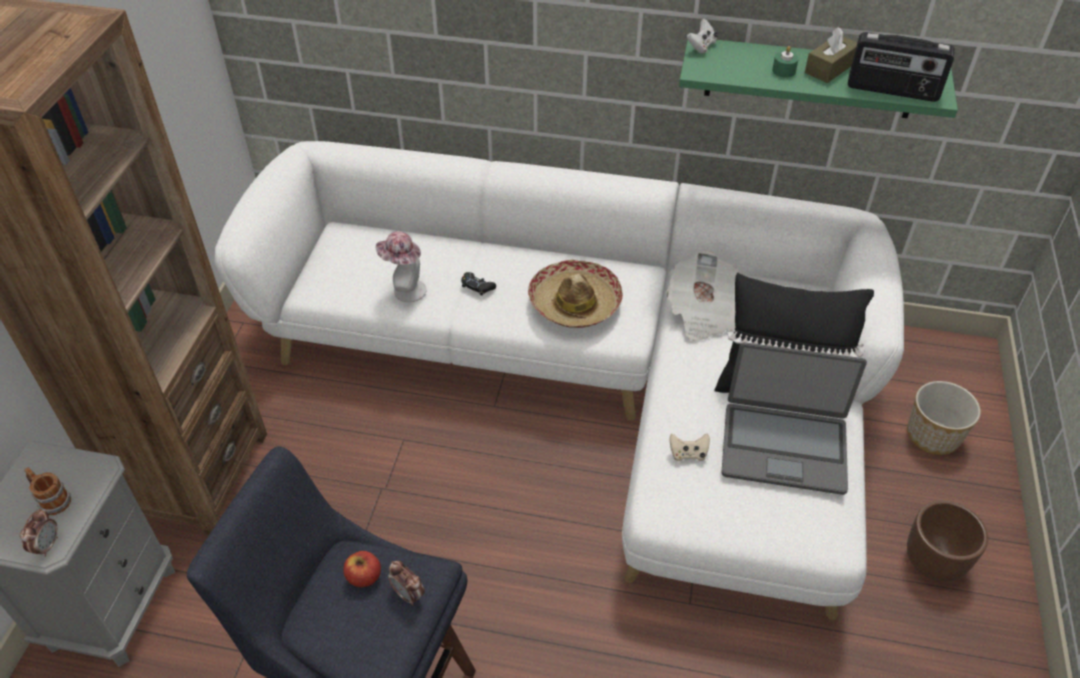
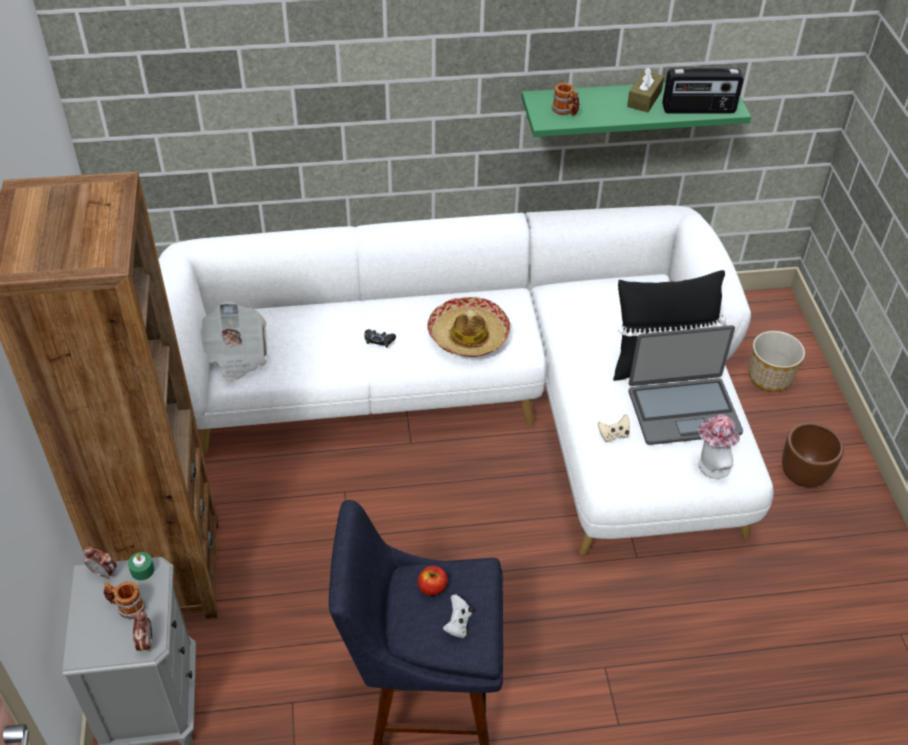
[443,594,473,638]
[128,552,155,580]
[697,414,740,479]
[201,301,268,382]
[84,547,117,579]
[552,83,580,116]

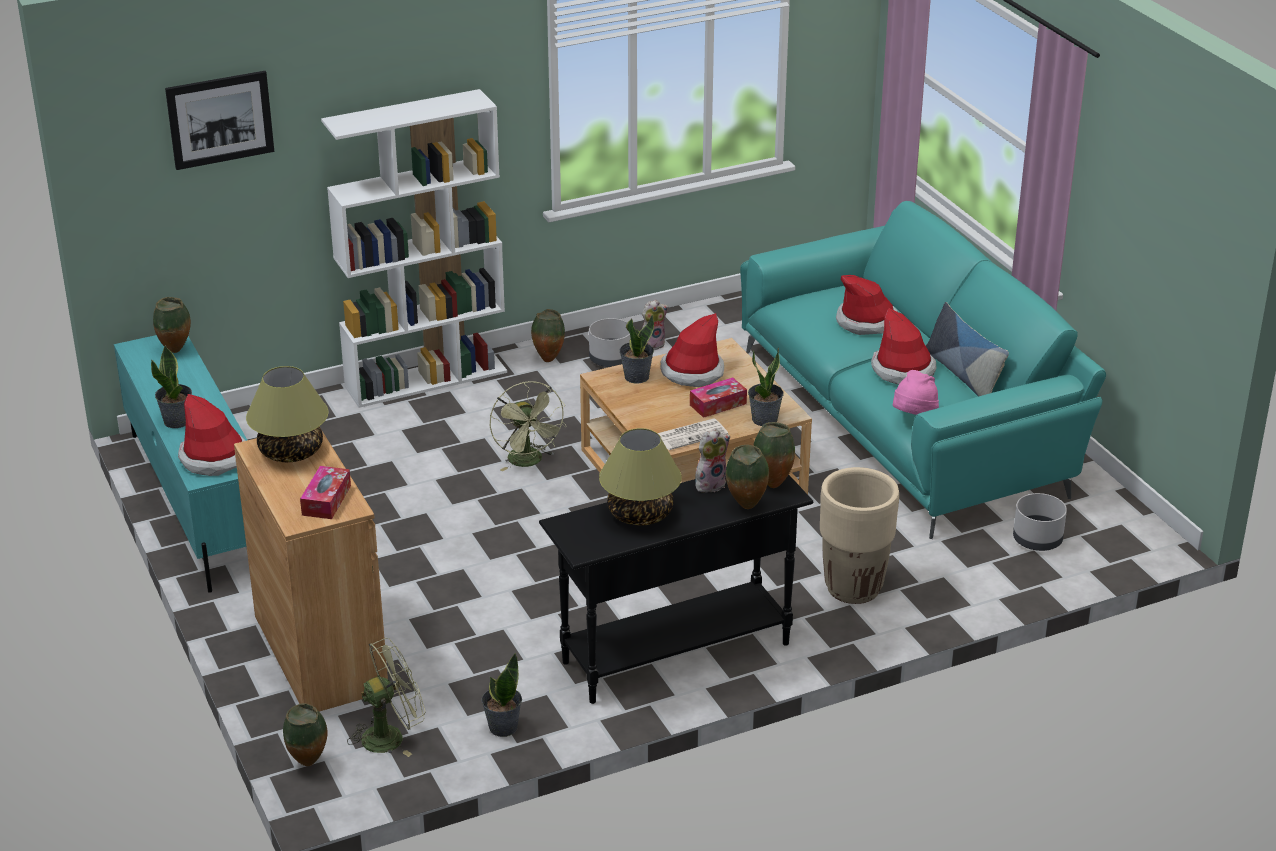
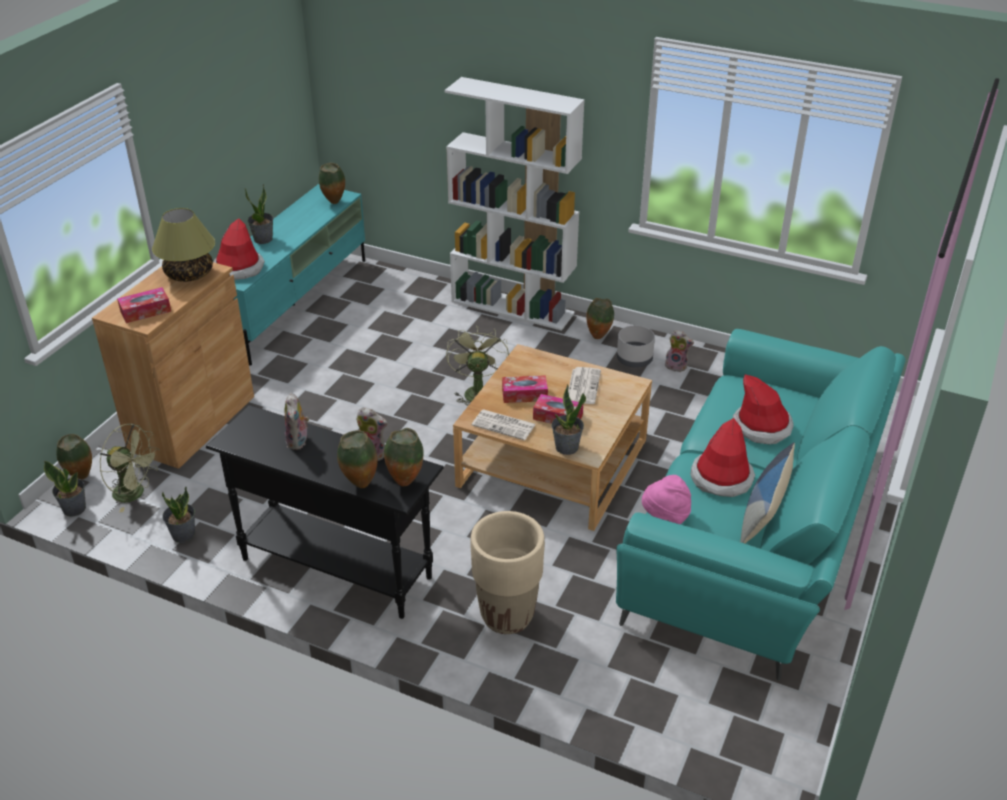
[165,71,274,170] (first image)
[568,367,601,404]
[44,461,86,517]
[446,325,509,406]
[285,393,309,450]
[1013,493,1067,551] (first image)
[502,375,548,403]

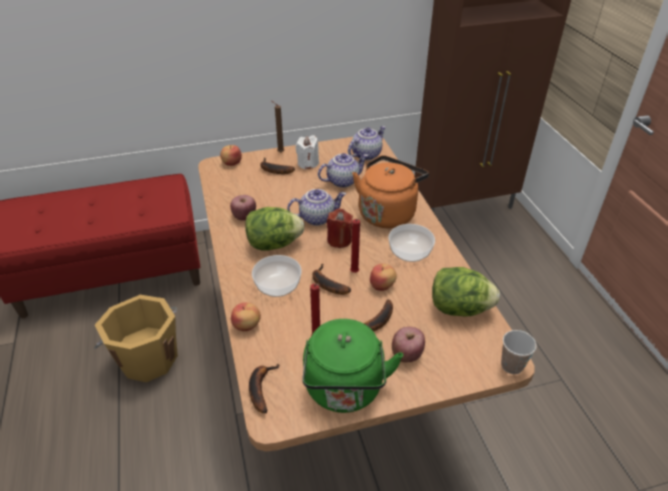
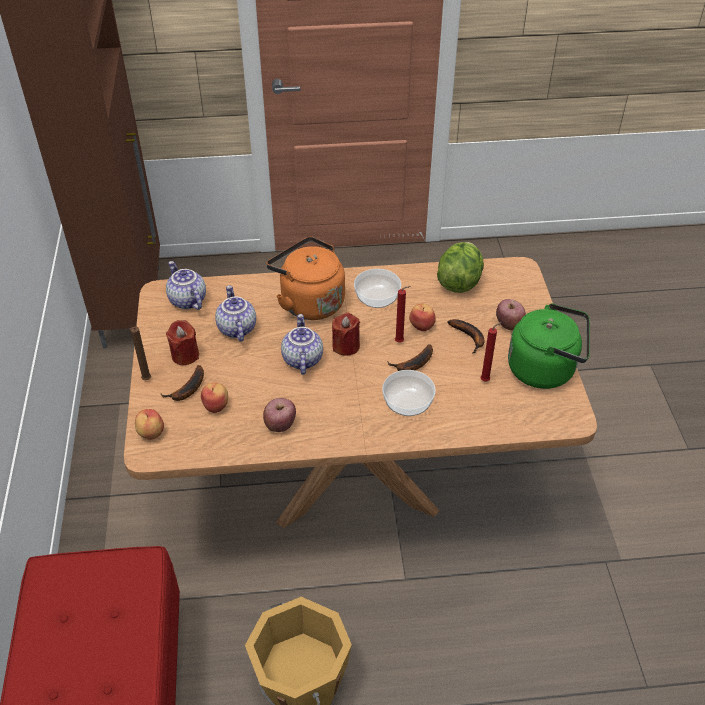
[166,320,199,365]
[245,207,304,251] (first image)
[201,382,228,413]
[501,330,537,374] (first image)
[249,364,280,413] (first image)

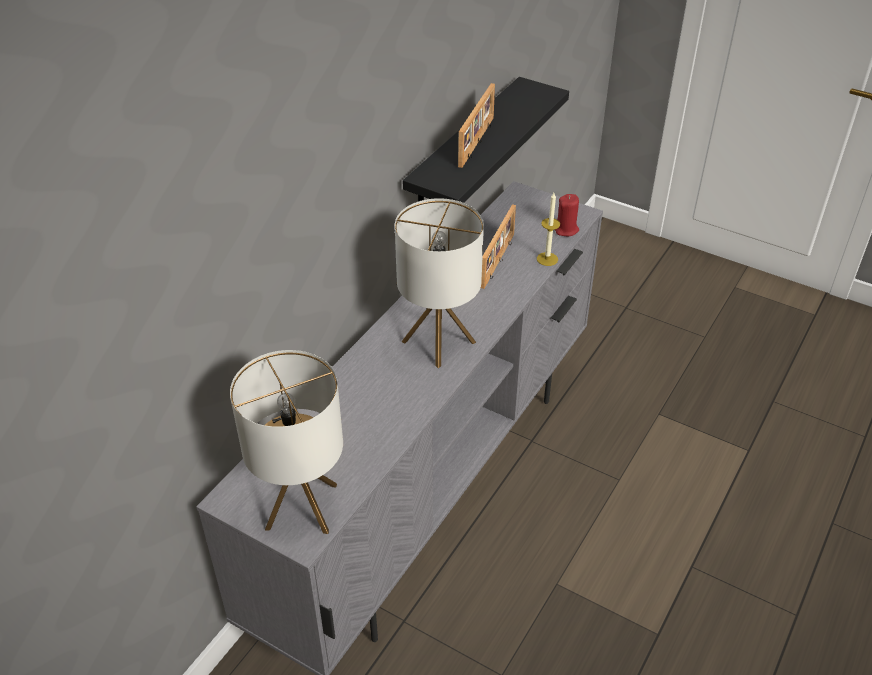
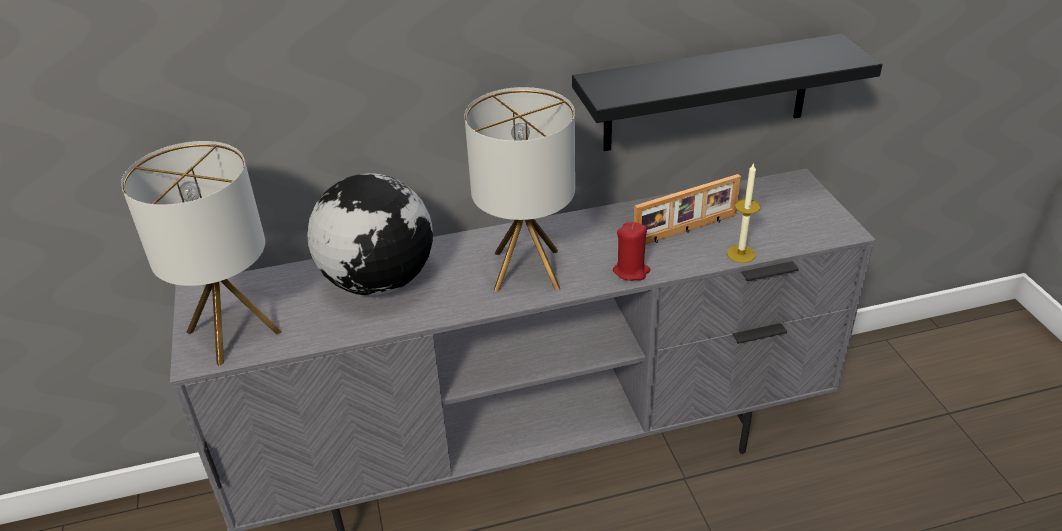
[458,83,495,168] (first image)
[613,222,650,281]
[307,173,433,295]

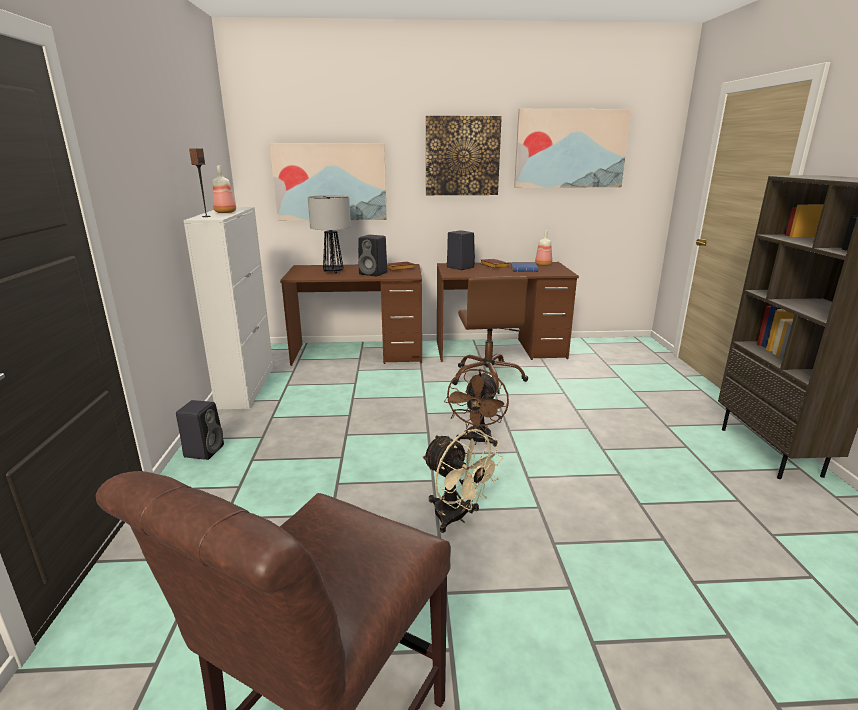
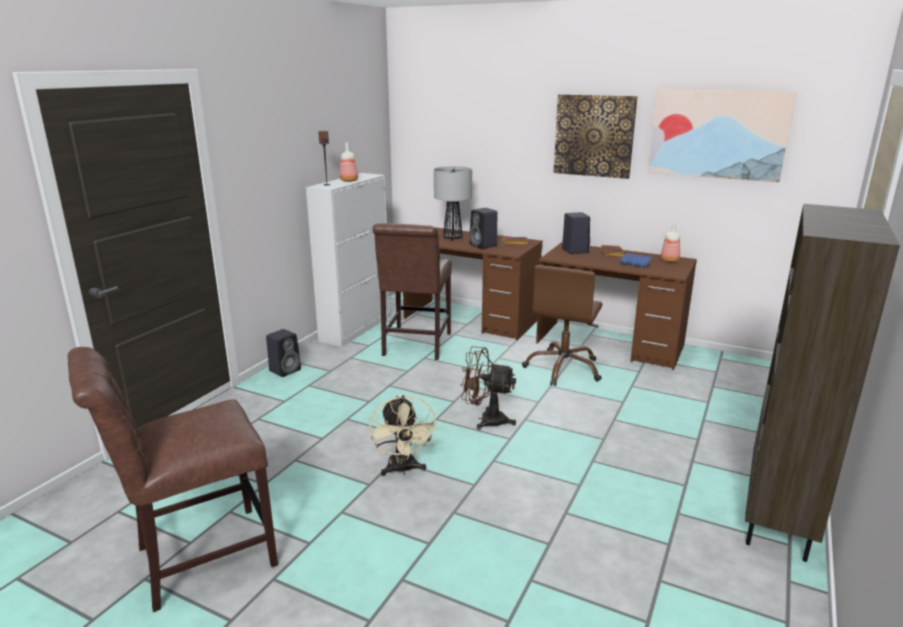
[269,143,387,221] (first image)
[461,346,516,430]
[372,223,452,360]

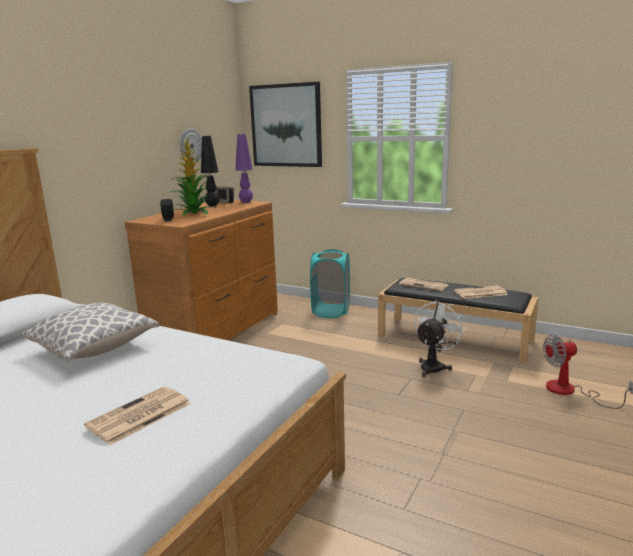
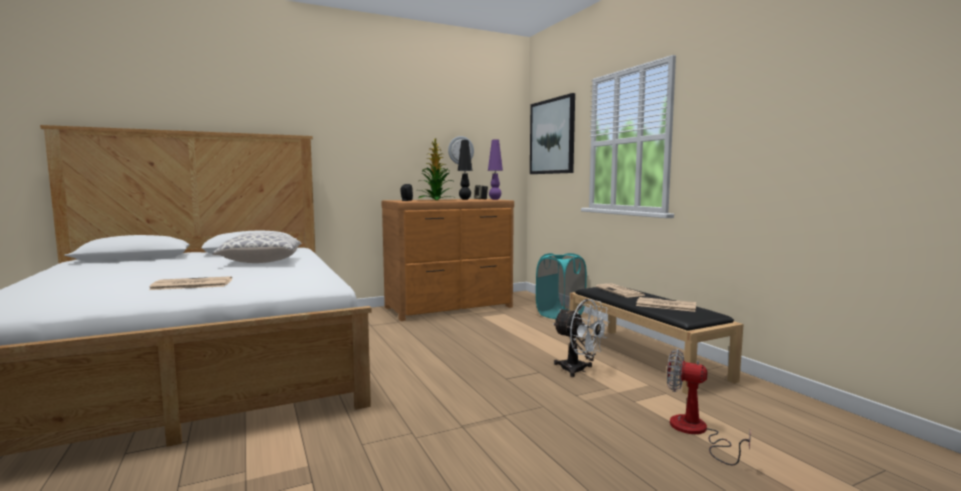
[553,299,609,377]

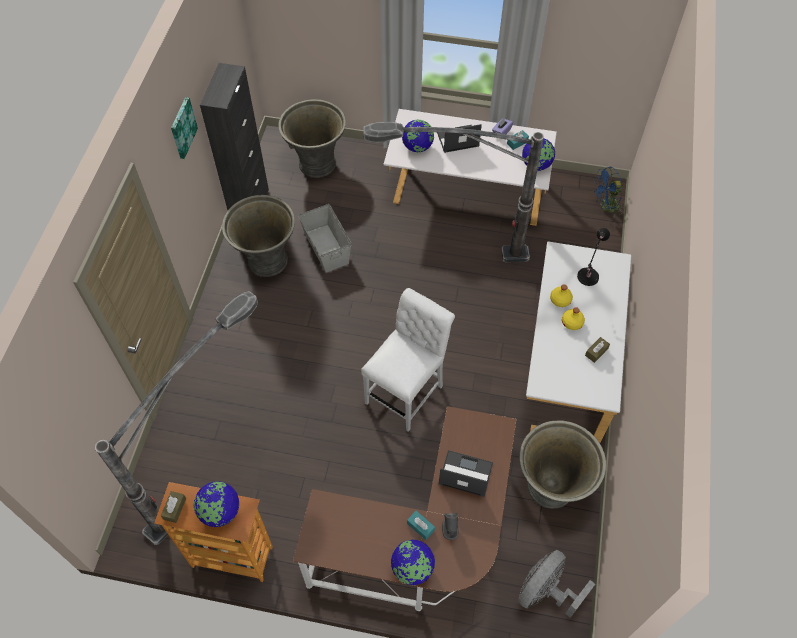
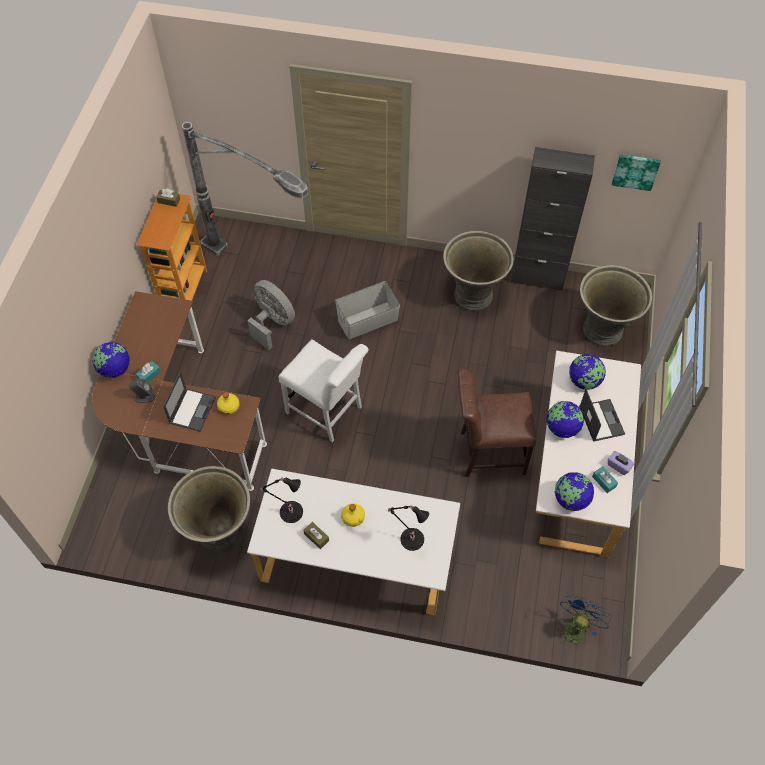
[612,154,661,191]
[458,369,536,477]
[556,593,612,646]
[335,281,400,340]
[217,392,240,414]
[546,401,584,438]
[247,280,295,350]
[260,478,303,523]

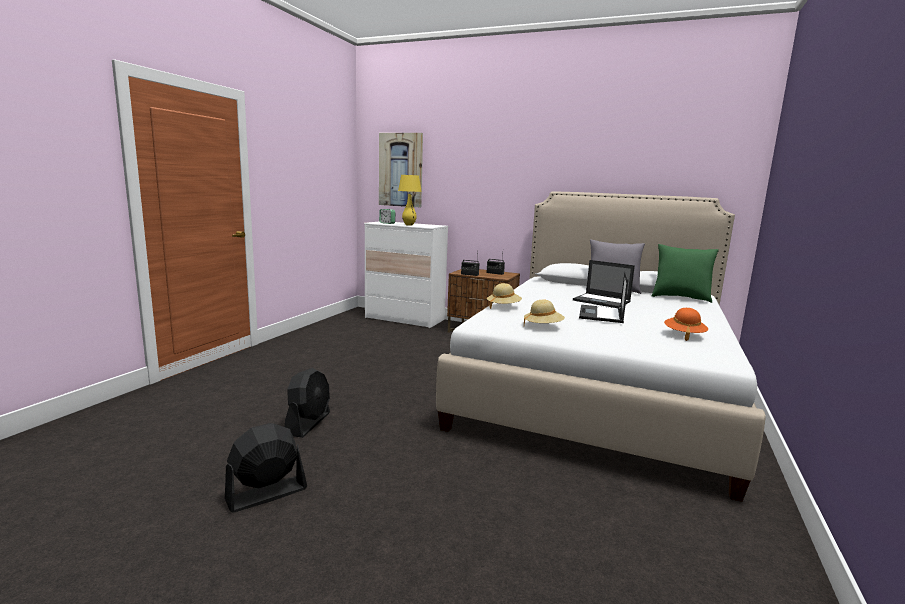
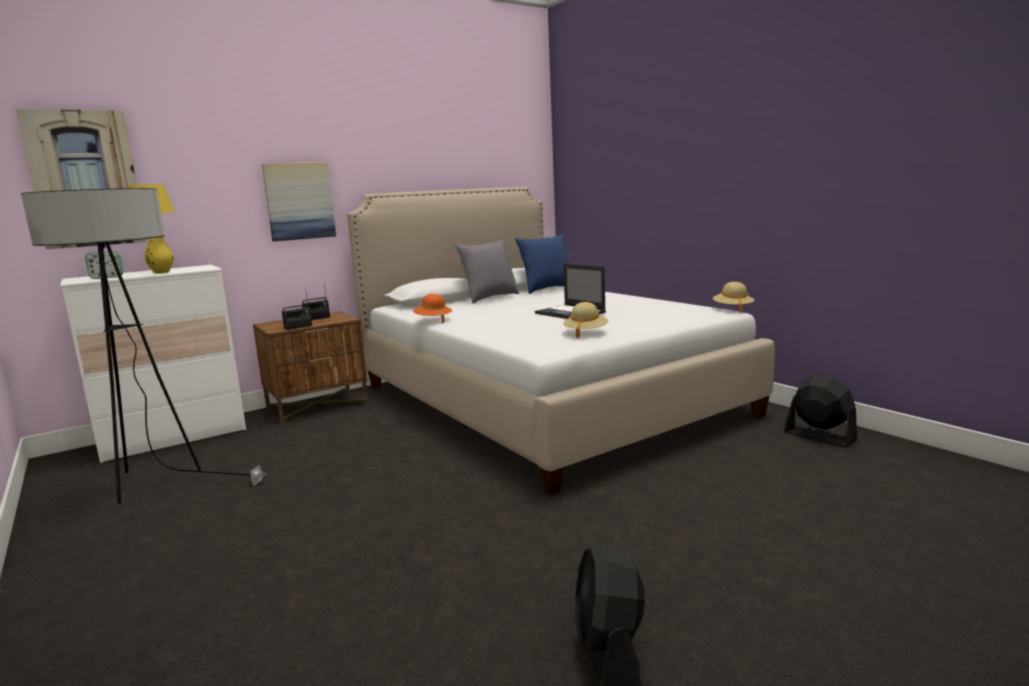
[515,235,570,294]
[573,260,635,308] (first image)
[712,282,755,313]
[413,294,452,323]
[784,374,858,447]
[262,162,336,241]
[21,188,267,504]

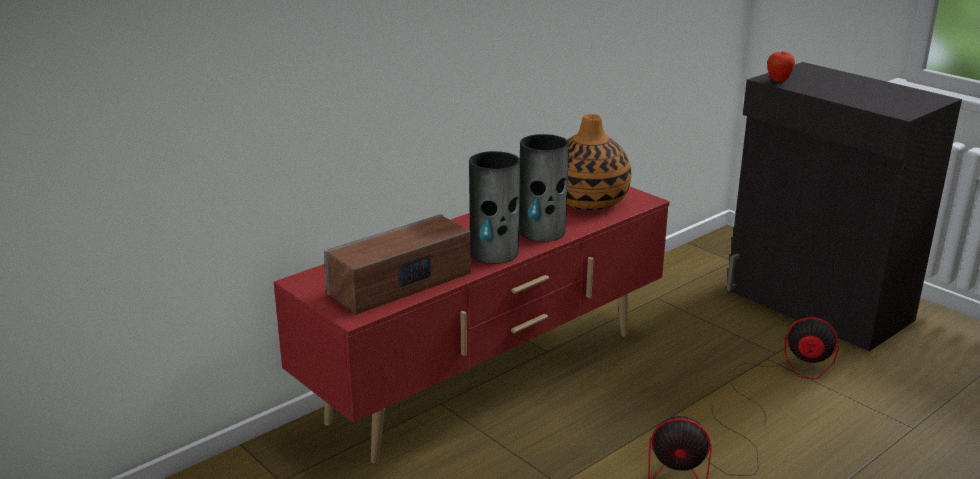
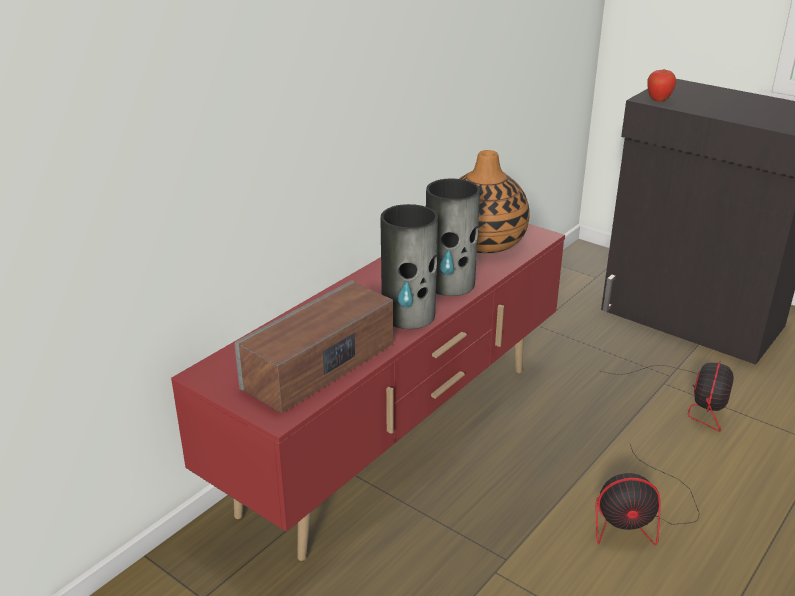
[601,361,734,432]

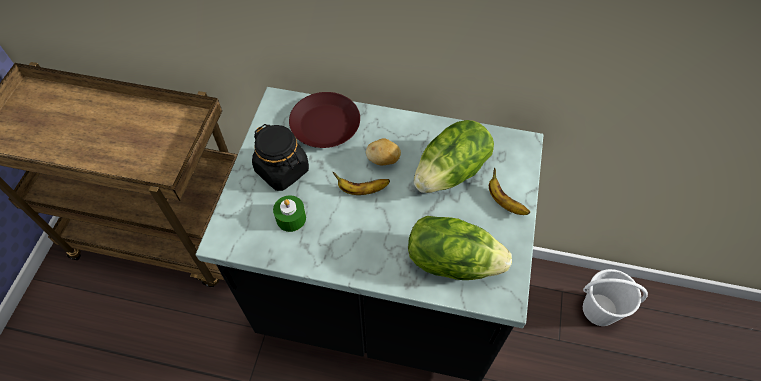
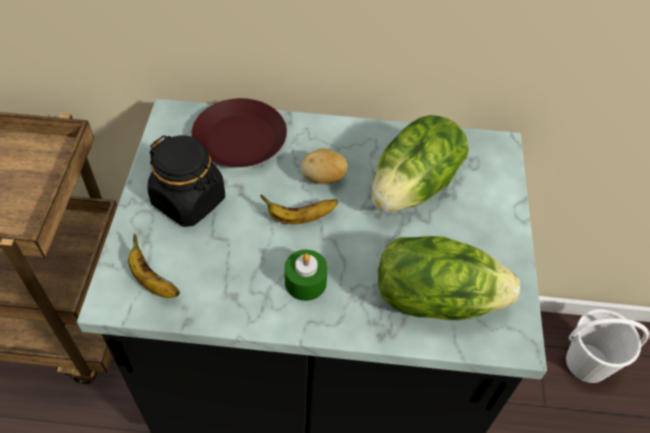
[128,233,180,298]
[284,249,328,301]

